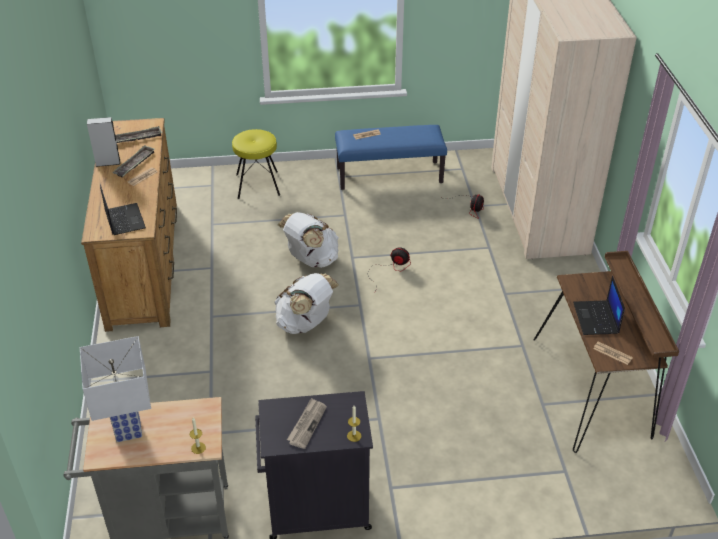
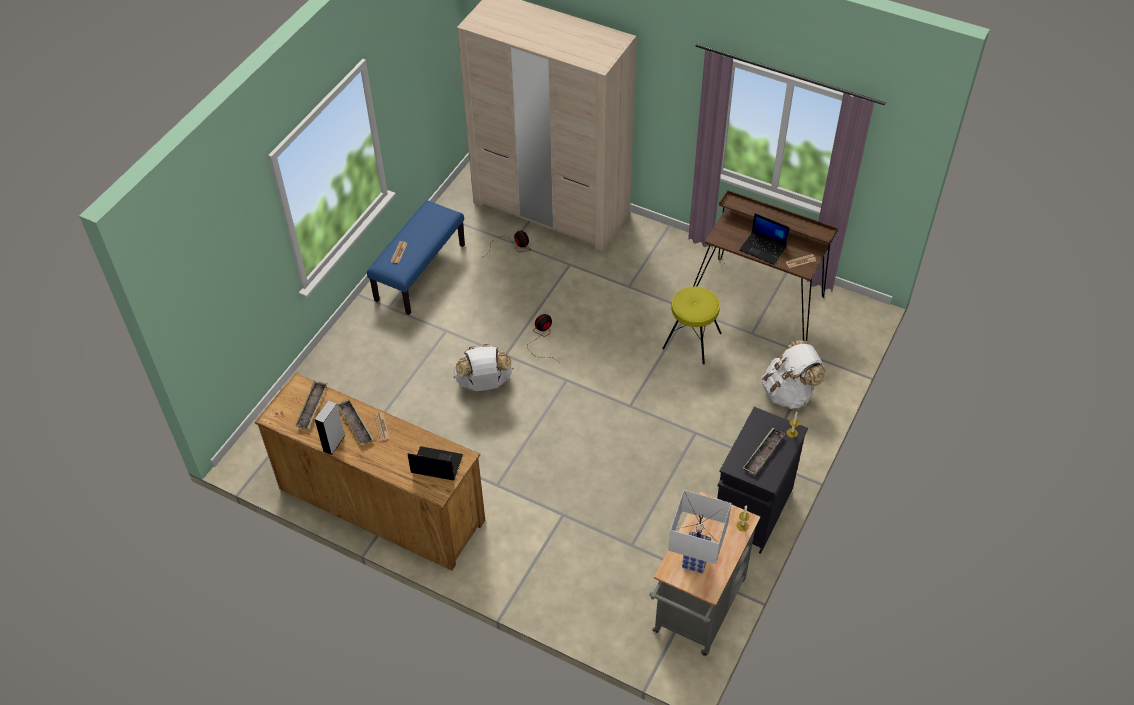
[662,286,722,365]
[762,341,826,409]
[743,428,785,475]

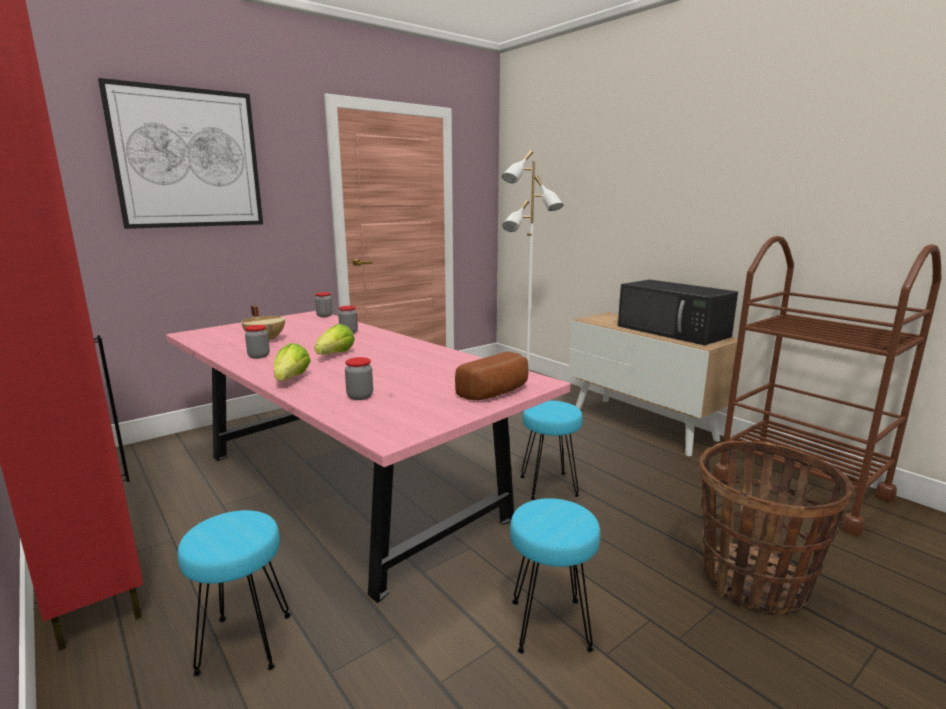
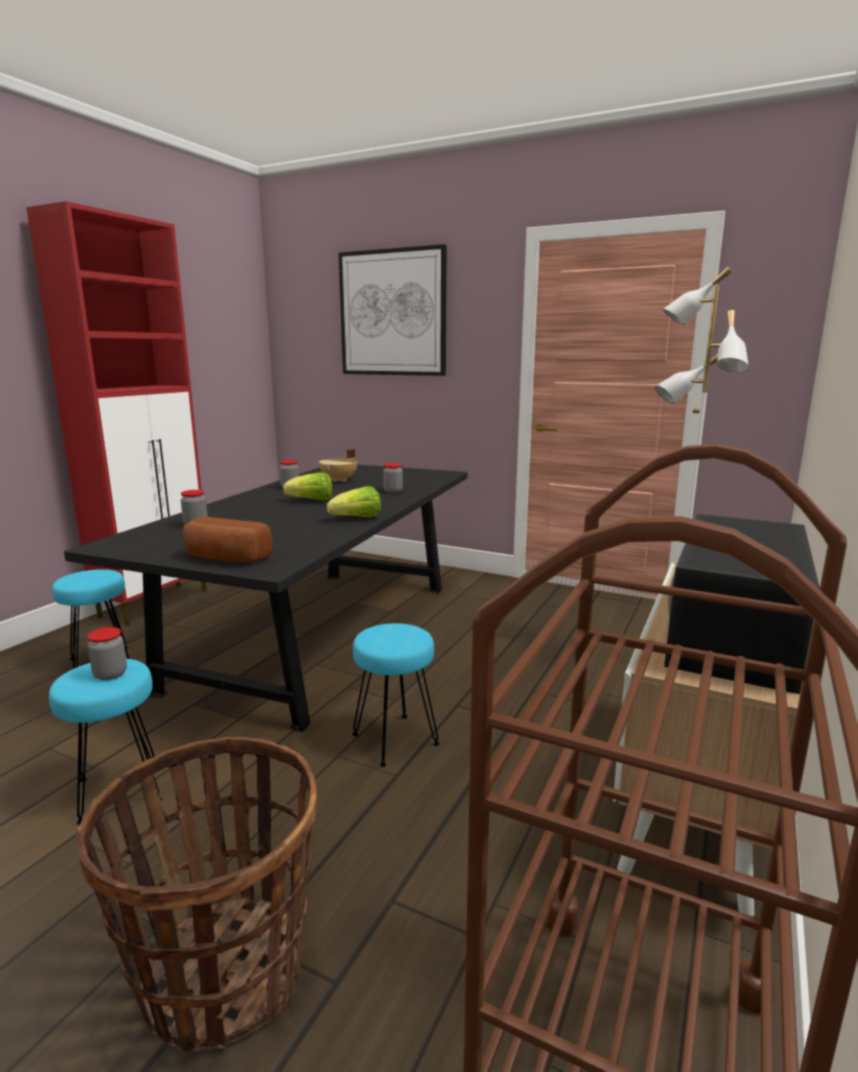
[87,627,127,680]
[64,465,468,732]
[327,486,381,518]

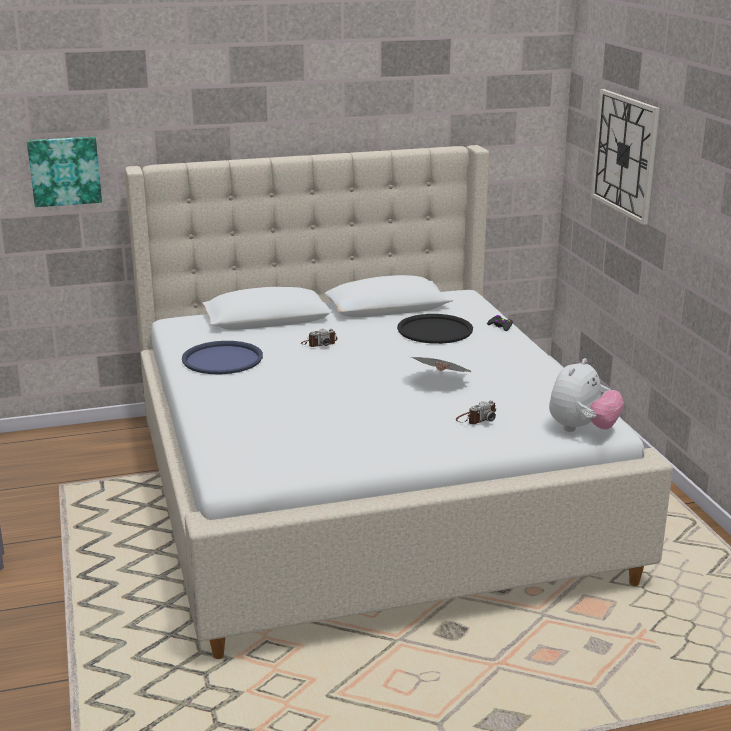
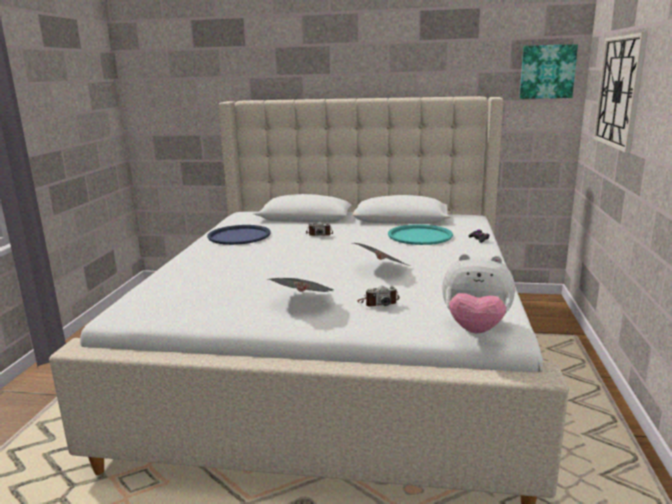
[519,44,578,99]
[388,224,453,245]
[442,254,515,333]
[268,278,333,292]

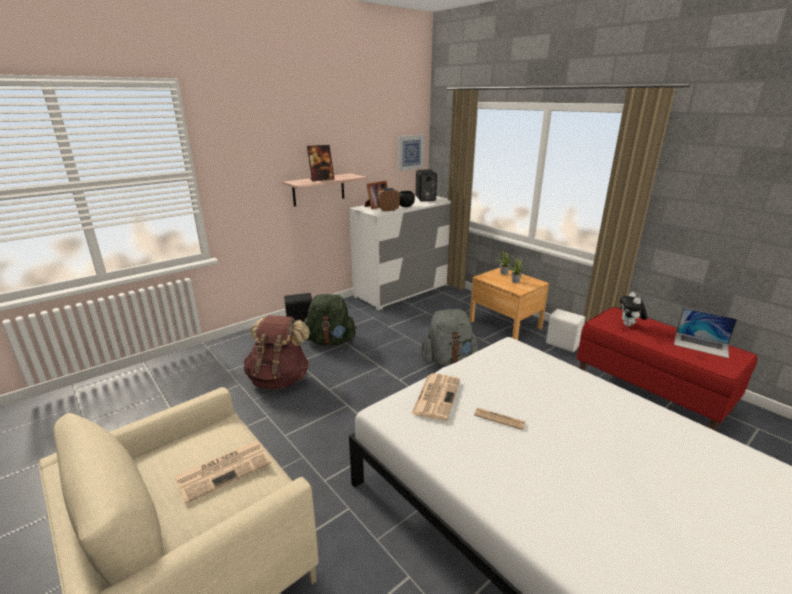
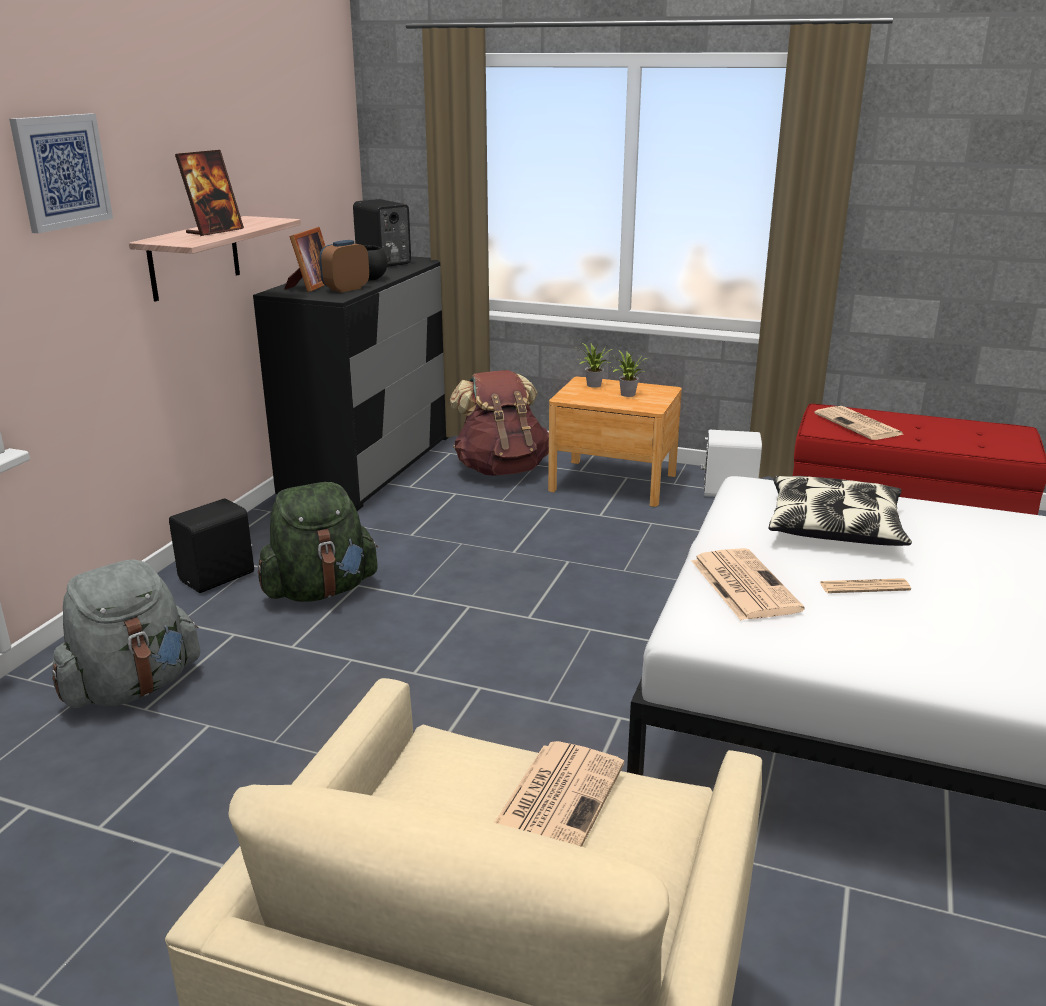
[9,114,113,233]
[253,256,449,511]
[814,406,905,440]
[674,308,737,358] (first image)
[52,559,200,708]
[449,370,549,476]
[768,476,912,546]

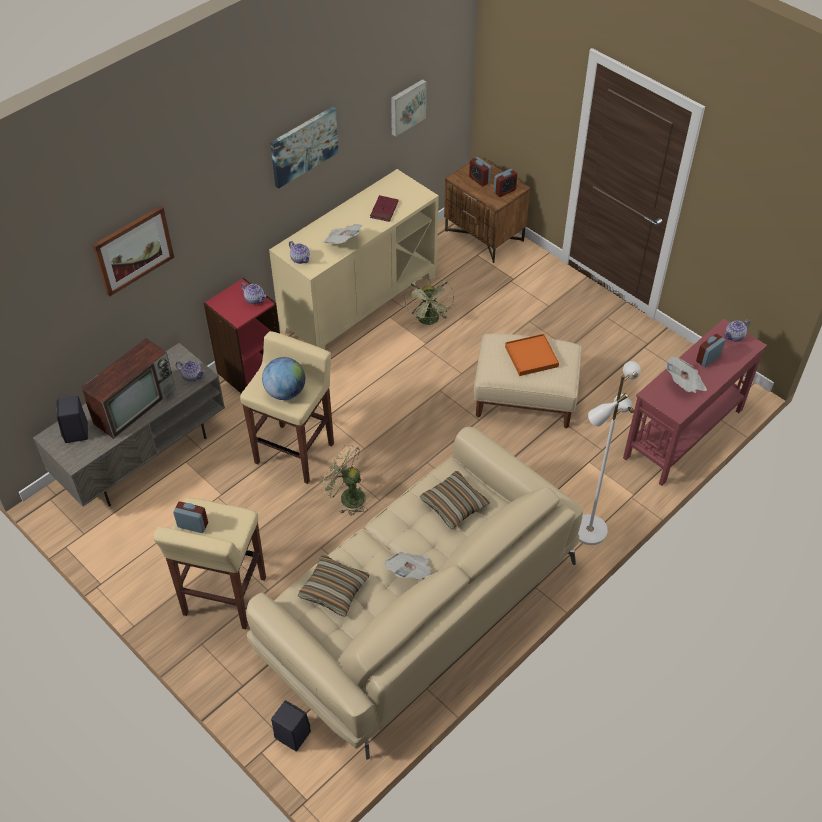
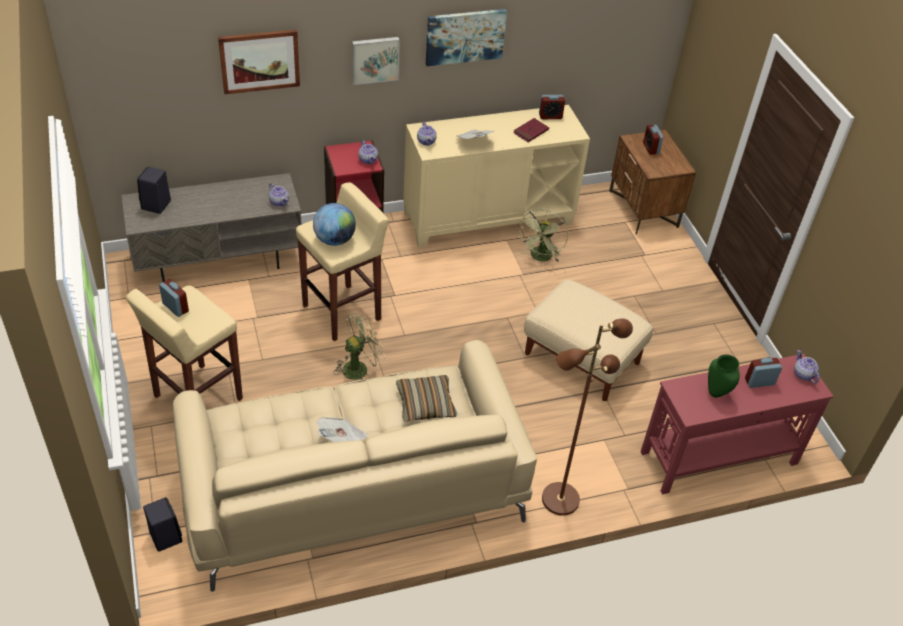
[352,37,400,85]
[539,95,565,119]
[794,350,820,383]
[505,334,559,376] (first image)
[81,338,176,439] (first image)
[708,355,740,398]
[542,318,633,516]
[335,312,385,380]
[298,555,370,617] (first image)

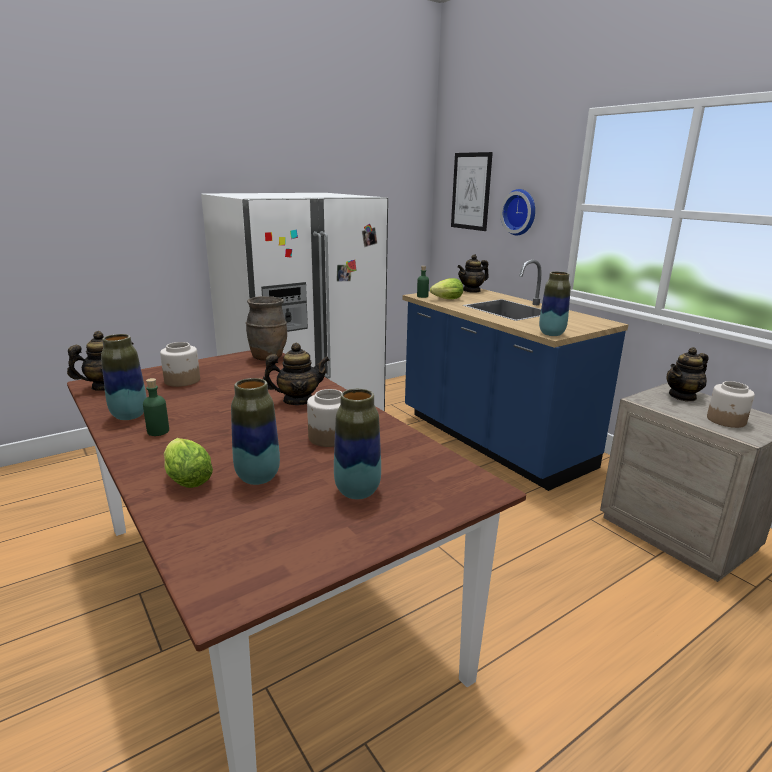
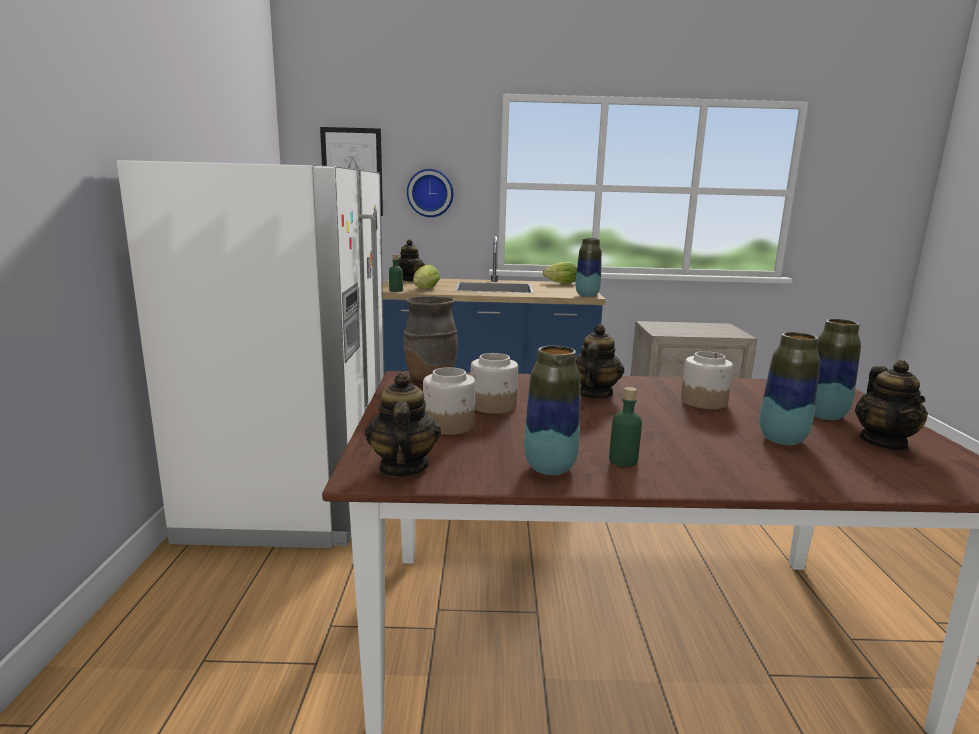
[855,360,928,451]
[470,353,518,414]
[543,262,577,284]

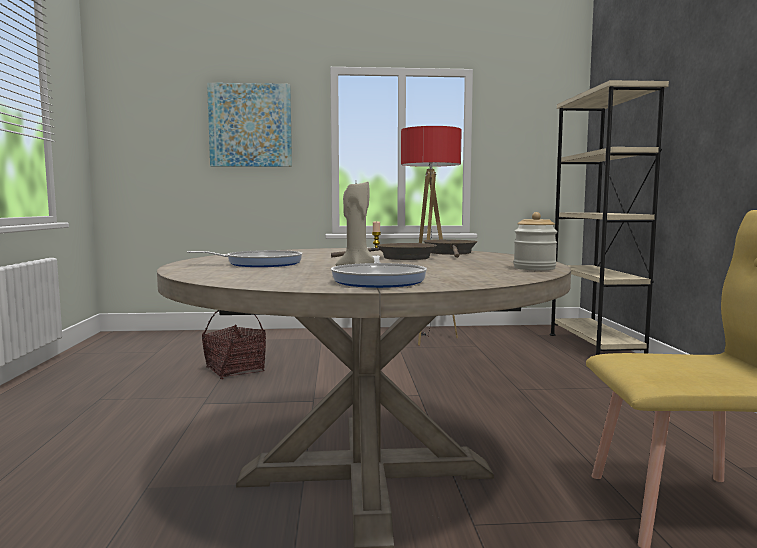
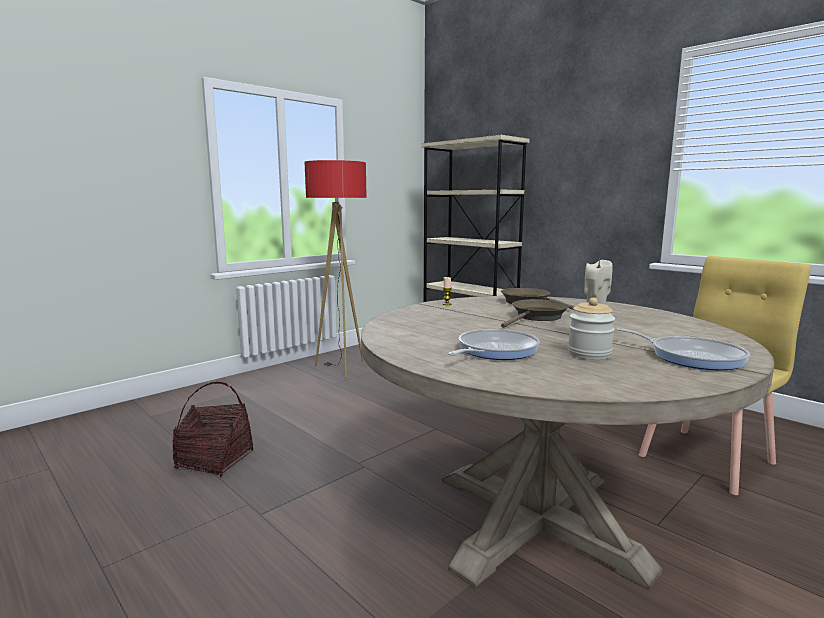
[207,83,292,167] (first image)
[568,298,615,360]

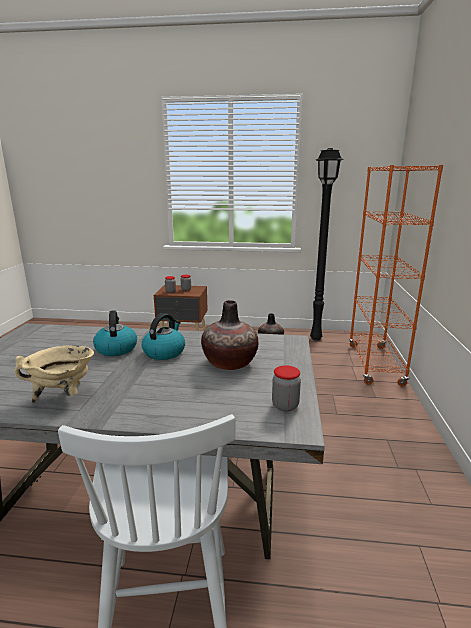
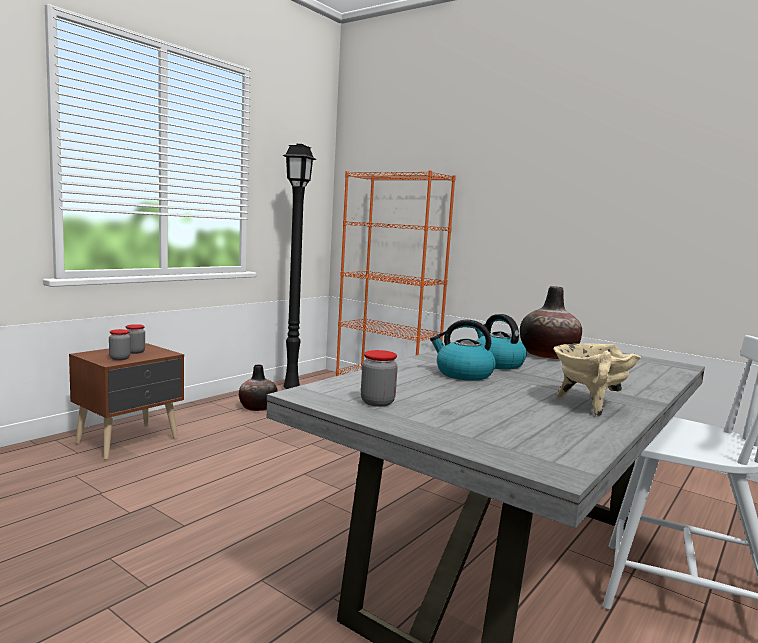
[361,350,398,407]

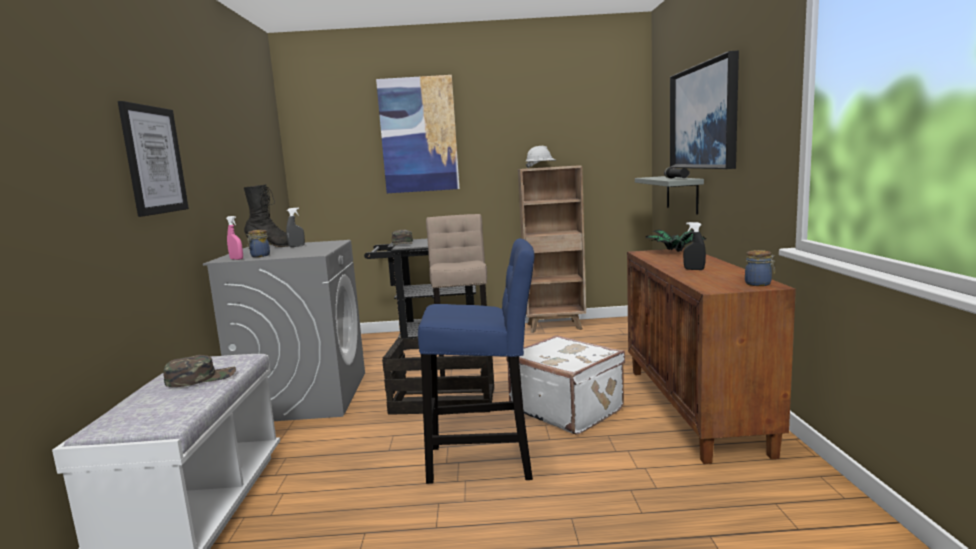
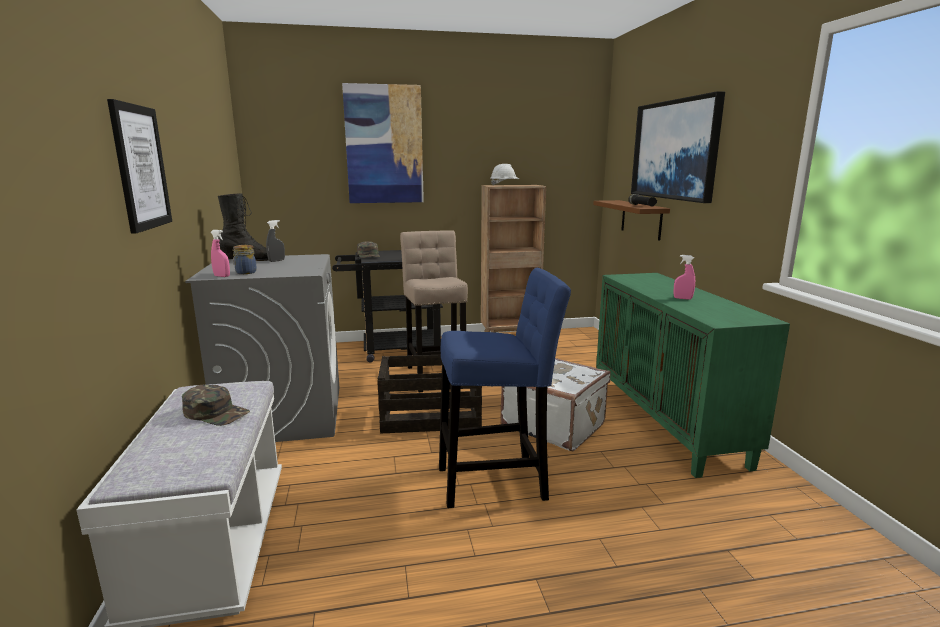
[593,200,670,241]
[673,255,695,300]
[645,229,707,252] (first image)
[596,273,790,478]
[745,250,775,286] (first image)
[182,385,250,426]

